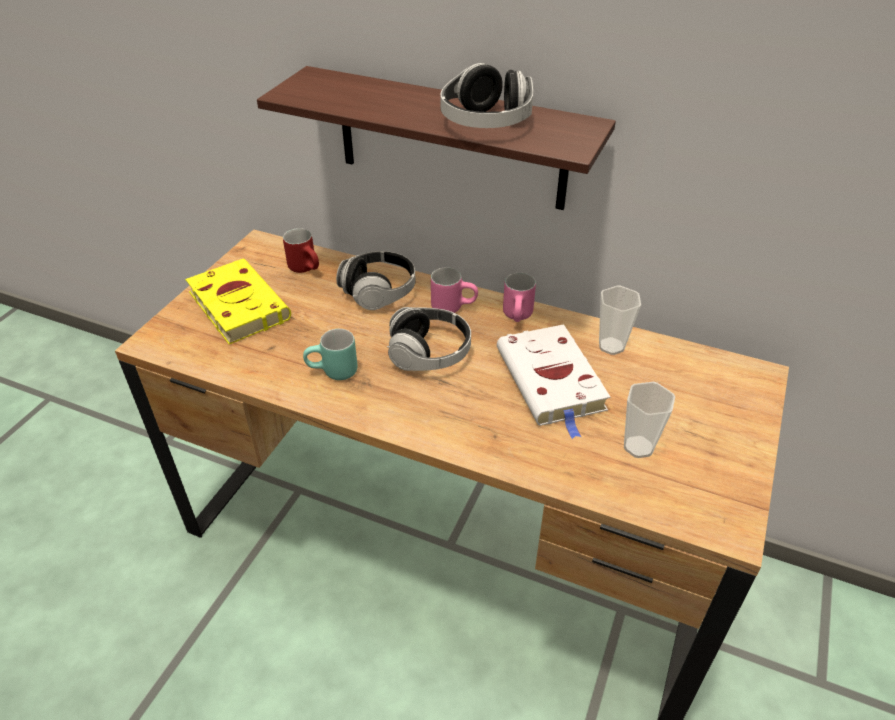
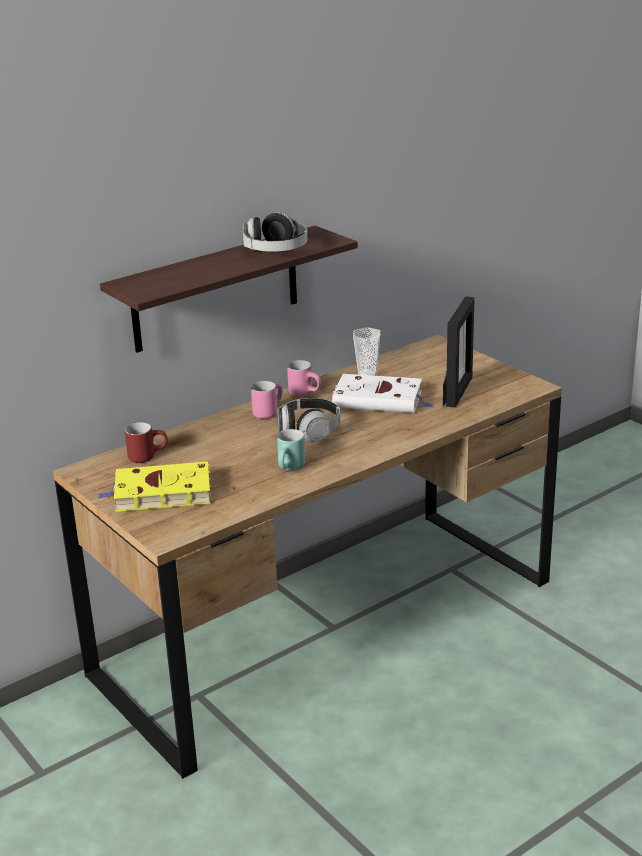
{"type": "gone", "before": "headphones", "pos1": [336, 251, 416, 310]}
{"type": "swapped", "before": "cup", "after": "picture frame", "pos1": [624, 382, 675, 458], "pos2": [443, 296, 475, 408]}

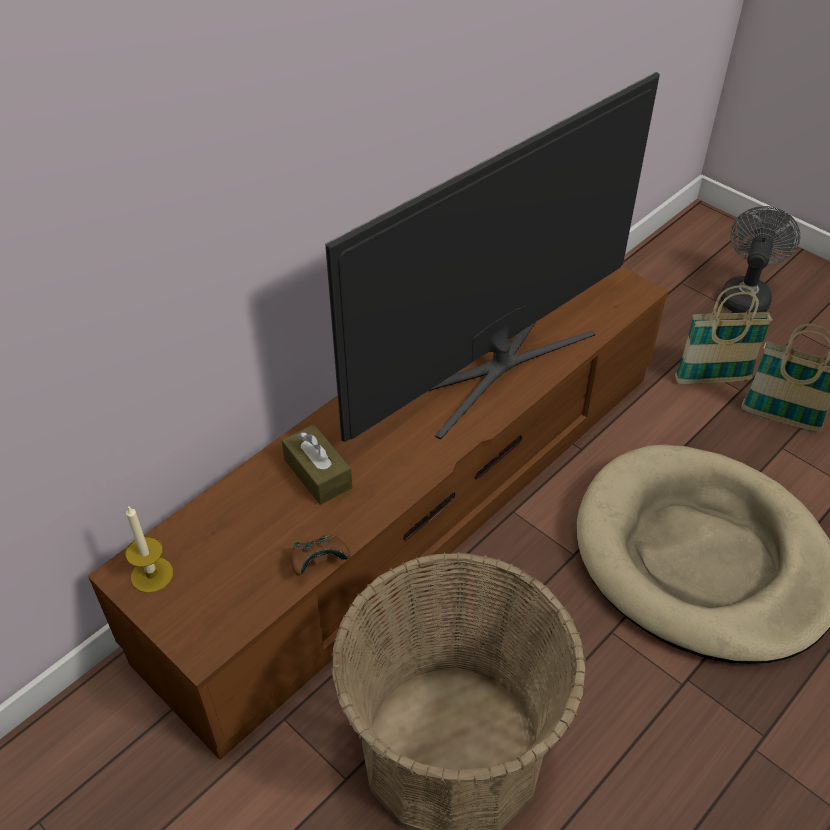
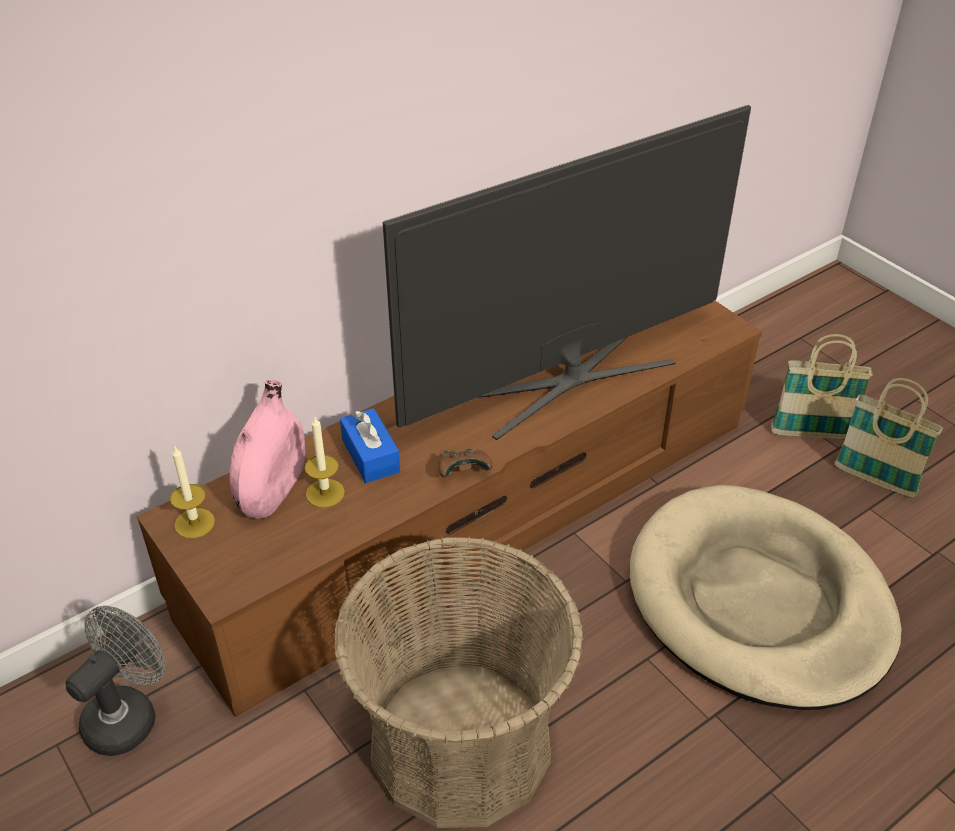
{"type": "repainted", "before": "tissue holder (brown)", "after": "tissue holder (blue)", "pos1": [282, 424, 352, 505], "pos2": [340, 408, 400, 483]}
{"type": "shifted", "before": "joypad (brown)", "pos1": [291, 535, 351, 576], "pos2": [438, 449, 493, 477]}
{"type": "shifted", "before": "fan (grey)", "pos1": [720, 206, 800, 313], "pos2": [65, 606, 165, 756]}
{"type": "new", "after": "flower vase (pink)", "pos2": [230, 380, 305, 519]}
{"type": "new", "after": "candle", "pos2": [305, 417, 345, 508]}

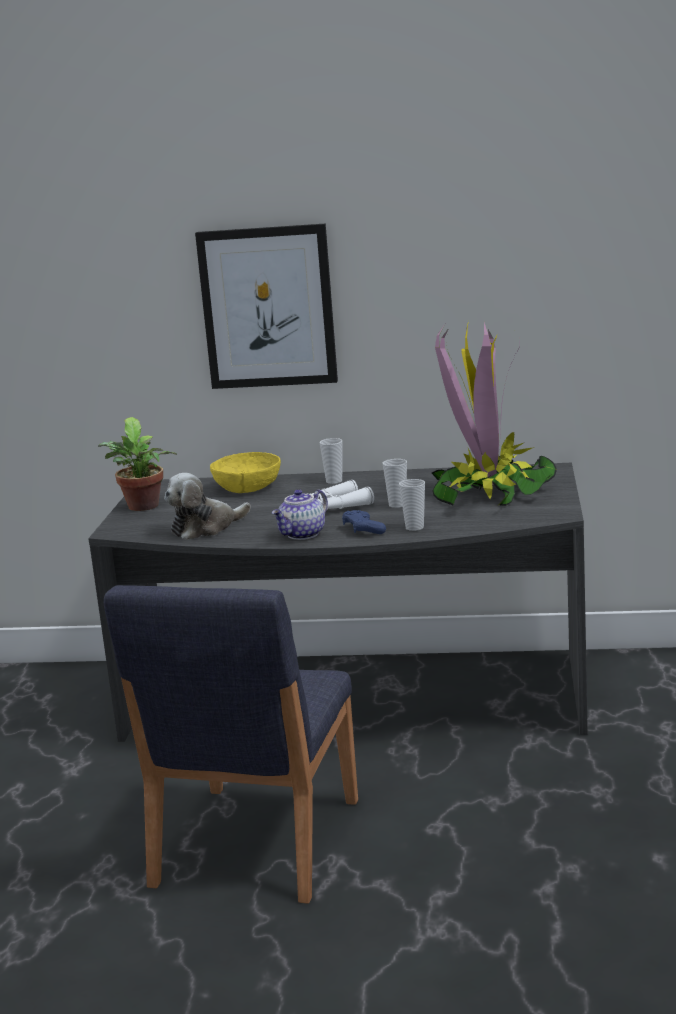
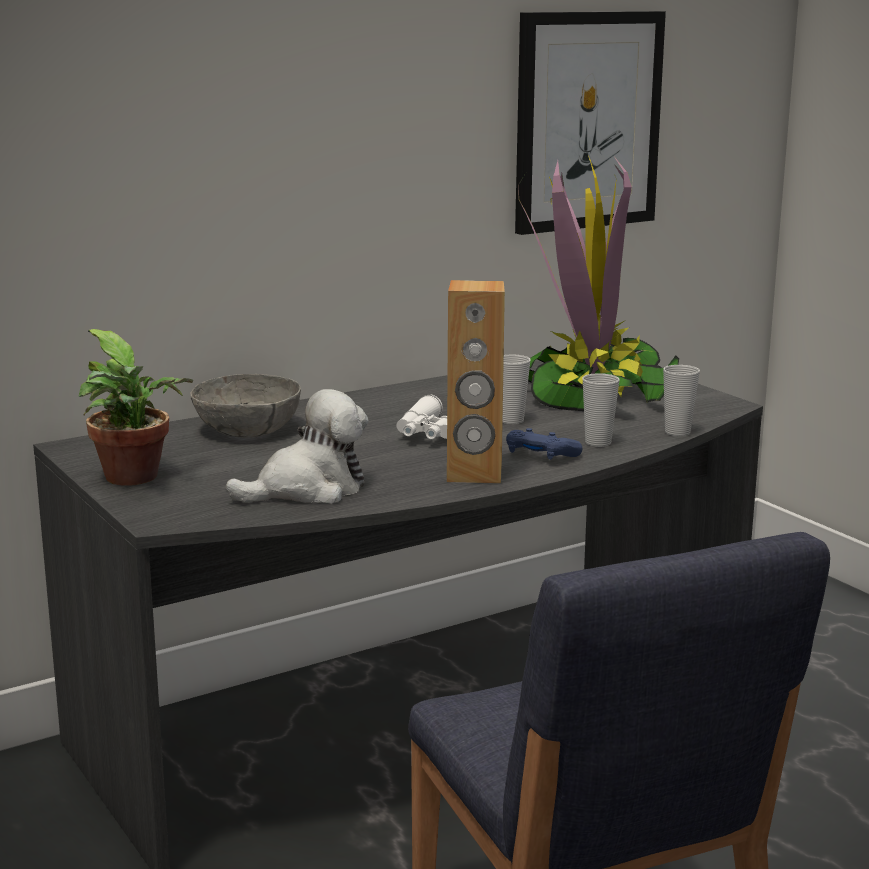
{"type": "rotated", "before": "soft toy", "pos1": [164, 473, 251, 540], "pos2": [226, 389, 368, 504], "turn": -135}
{"type": "shifted", "before": "wall picture", "pos1": [195, 223, 338, 389], "pos2": [515, 11, 666, 235]}
{"type": "repainted", "before": "bowl (yellow-coloured)", "after": "bowl (grey)", "pos1": [210, 452, 281, 493], "pos2": [190, 374, 301, 438]}
{"type": "swapped", "before": "teapot", "after": "loudspeaker (brown)", "pos1": [272, 489, 328, 540], "pos2": [447, 280, 505, 484]}
{"type": "shifted", "before": "cup", "pos1": [320, 438, 343, 484], "pos2": [663, 365, 700, 436]}

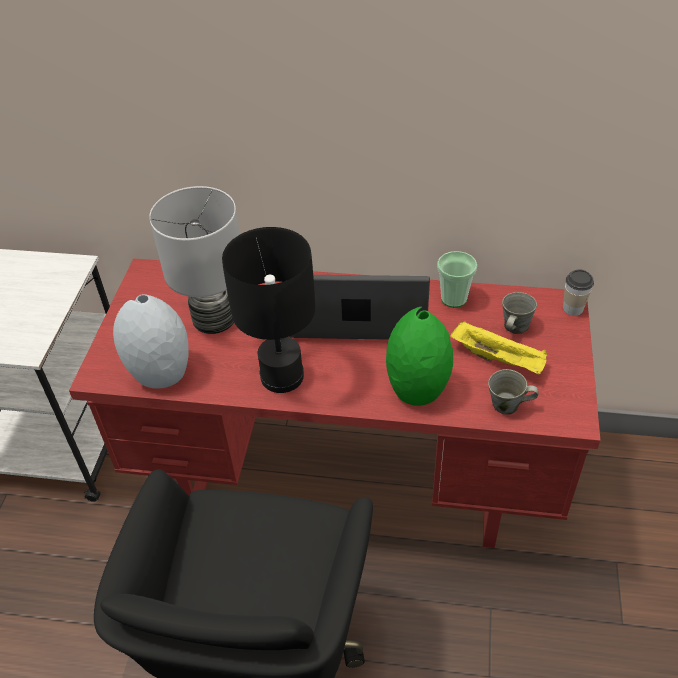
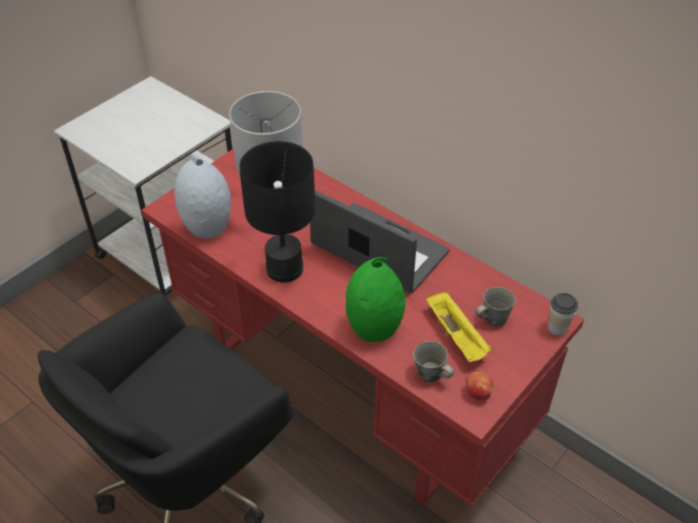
{"type": "gone", "before": "cup", "pos1": [437, 251, 477, 308]}
{"type": "new", "after": "apple", "pos2": [466, 372, 493, 400]}

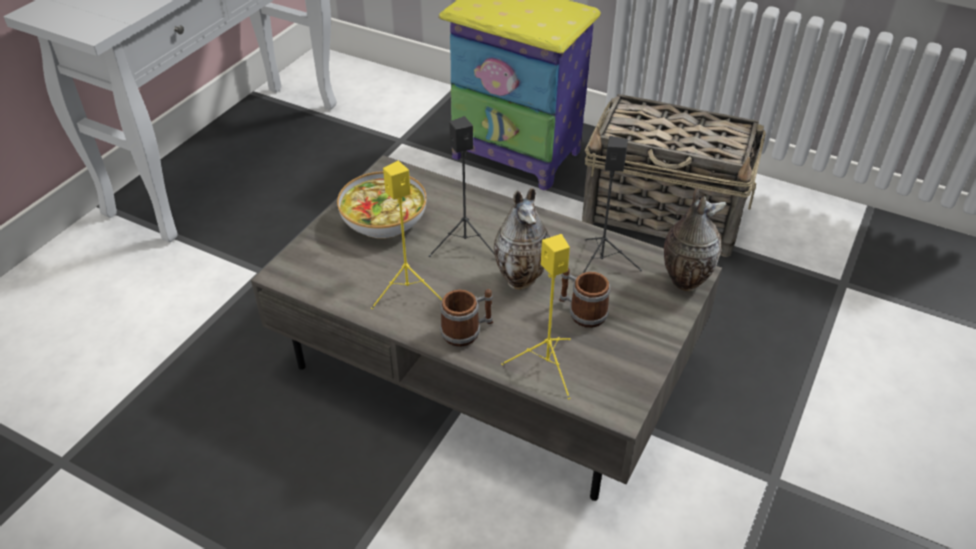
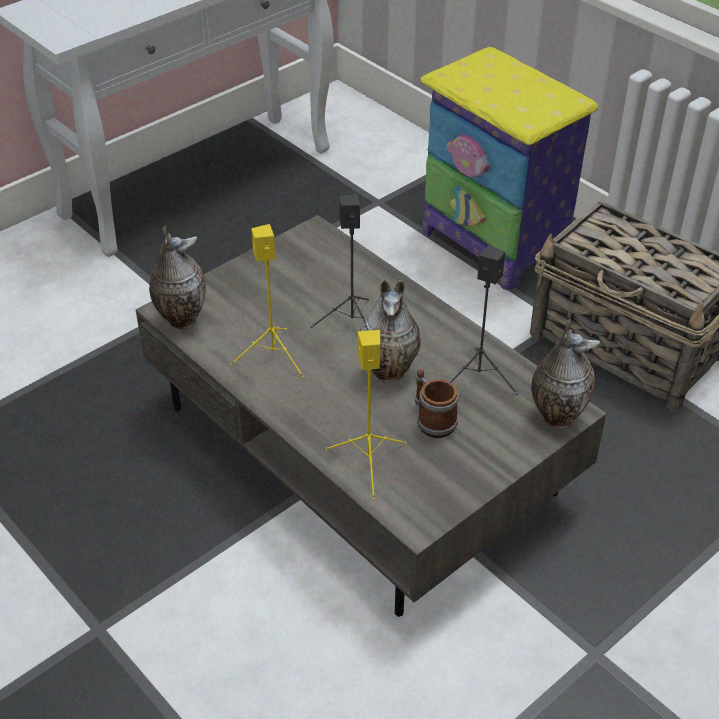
{"type": "gone", "before": "bowl", "pos1": [337, 171, 427, 238]}
{"type": "gone", "before": "mug", "pos1": [440, 289, 493, 347]}
{"type": "new", "after": "flower vase", "pos2": [149, 225, 206, 329]}

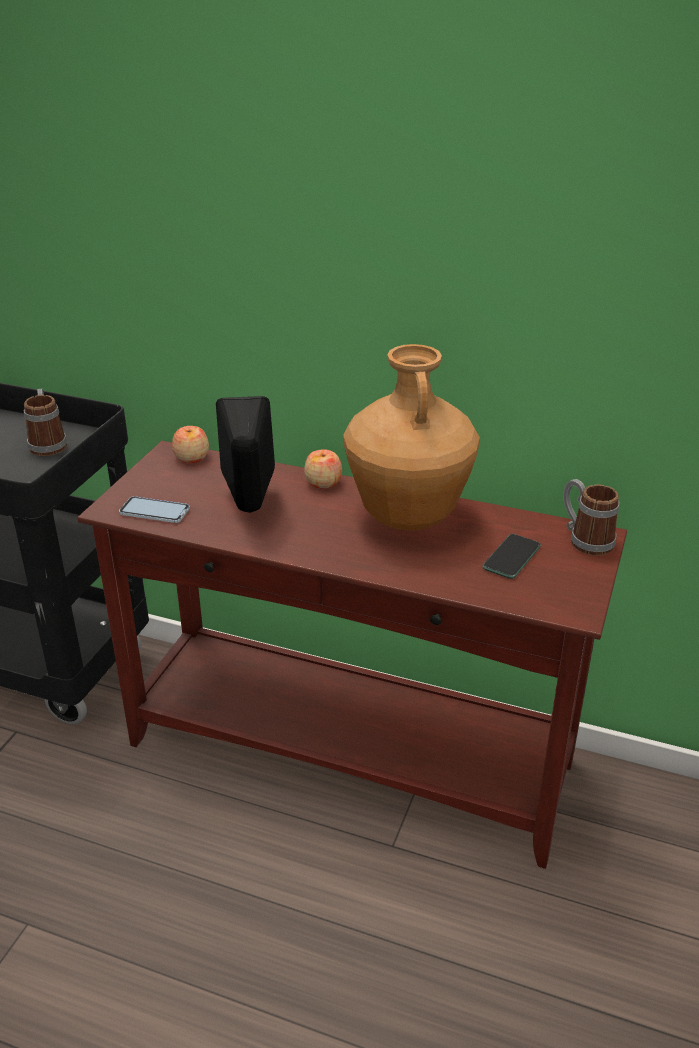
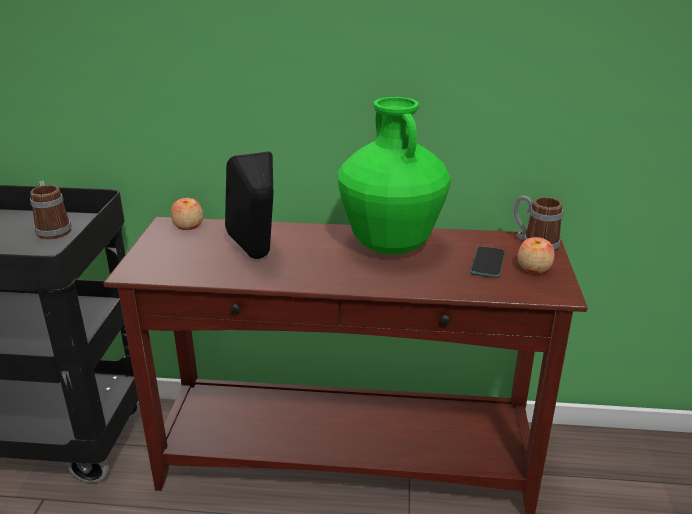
{"type": "gone", "before": "handset", "pos1": [119, 496, 190, 523]}
{"type": "shifted", "before": "apple", "pos1": [304, 449, 342, 489], "pos2": [518, 237, 555, 274]}
{"type": "repainted", "before": "flower vase (brown)", "after": "flower vase (green-coloured)", "pos1": [343, 344, 480, 531], "pos2": [338, 97, 451, 255]}

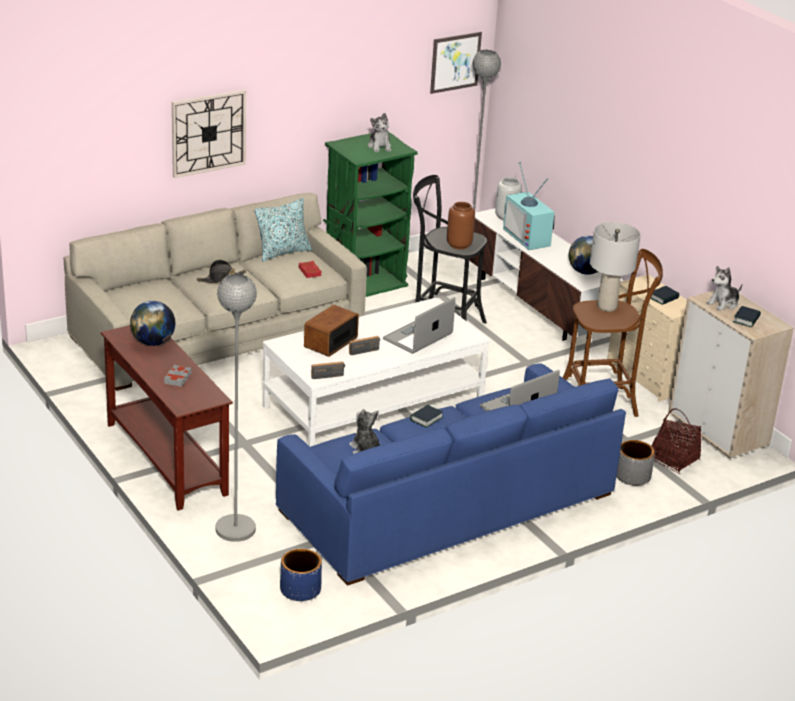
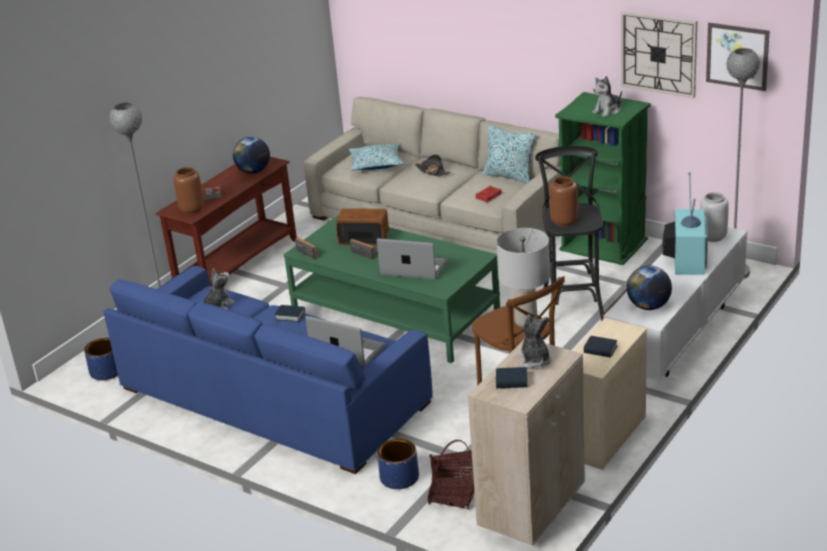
{"type": "shifted", "before": "wall clock", "pos1": [172, 90, 246, 178], "pos2": [621, 11, 697, 99]}
{"type": "repainted", "before": "low table (white)", "after": "low table (green-coloured)", "pos1": [262, 298, 490, 447], "pos2": [284, 215, 500, 363]}
{"type": "rotated", "before": "TV set", "pos1": [503, 162, 555, 250], "pos2": [663, 172, 708, 275], "turn": 150}
{"type": "repainted", "before": "planter (grey)", "after": "planter (blue)", "pos1": [616, 440, 655, 486], "pos2": [377, 439, 419, 489]}
{"type": "rotated", "before": "soft toy", "pos1": [706, 266, 742, 311], "pos2": [519, 315, 551, 369], "turn": 45}
{"type": "new", "after": "flower vase (brown)", "pos2": [173, 167, 204, 214]}
{"type": "new", "after": "pillow", "pos2": [349, 143, 404, 171]}

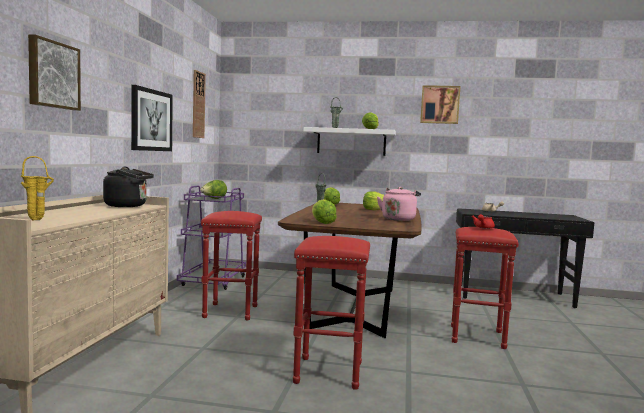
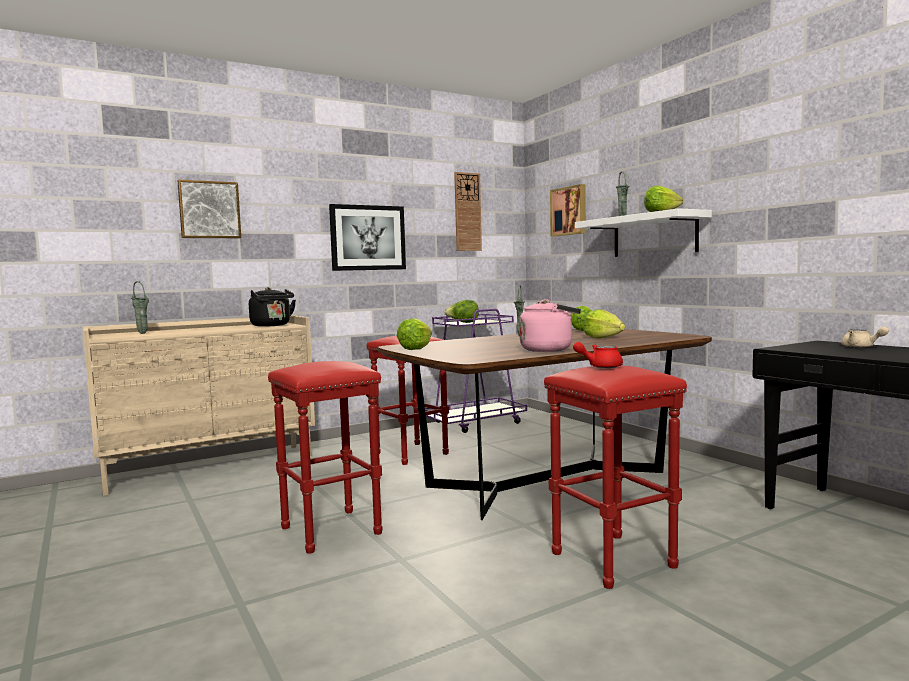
{"type": "repainted", "before": "flower vase (yellow-coloured)", "after": "flower vase (green-coloured)", "pos1": [21, 156, 54, 220], "pos2": [131, 281, 149, 334]}
{"type": "shifted", "before": "wall picture", "pos1": [420, 85, 461, 124], "pos2": [550, 184, 586, 236]}

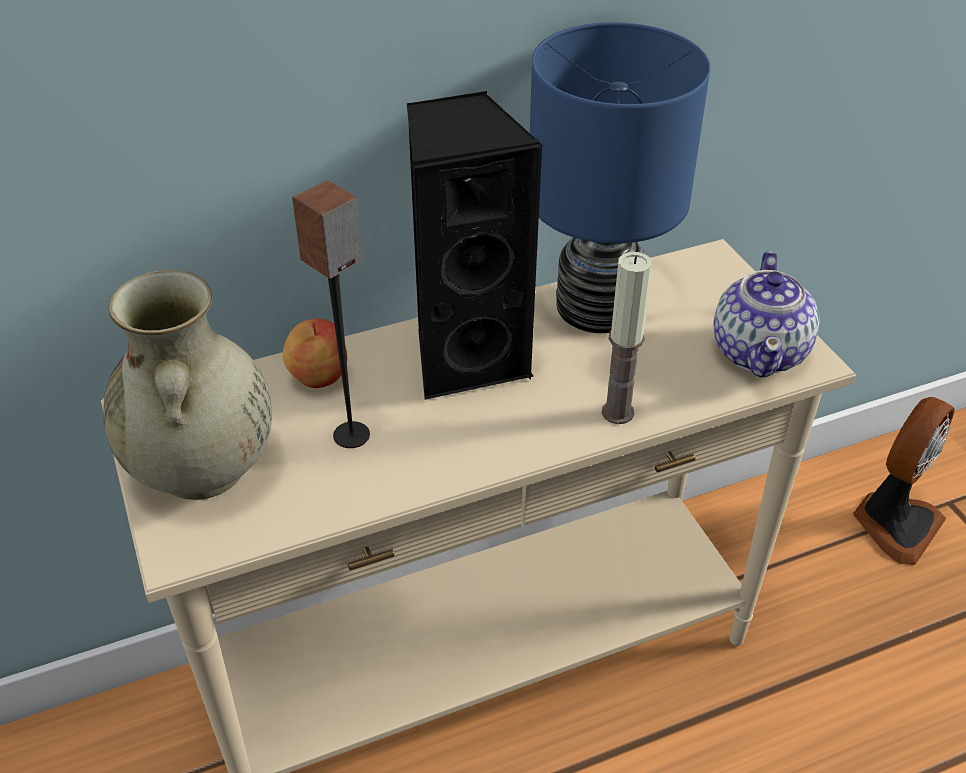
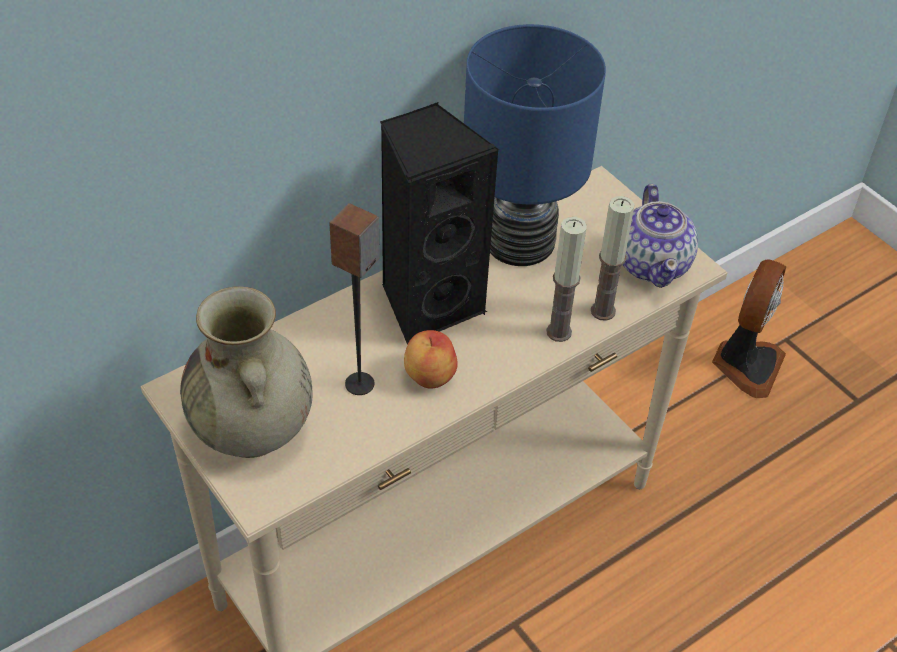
{"type": "shifted", "before": "apple", "pos1": [283, 319, 347, 388], "pos2": [404, 330, 458, 389]}
{"type": "new", "after": "candle", "pos2": [591, 196, 635, 321]}

